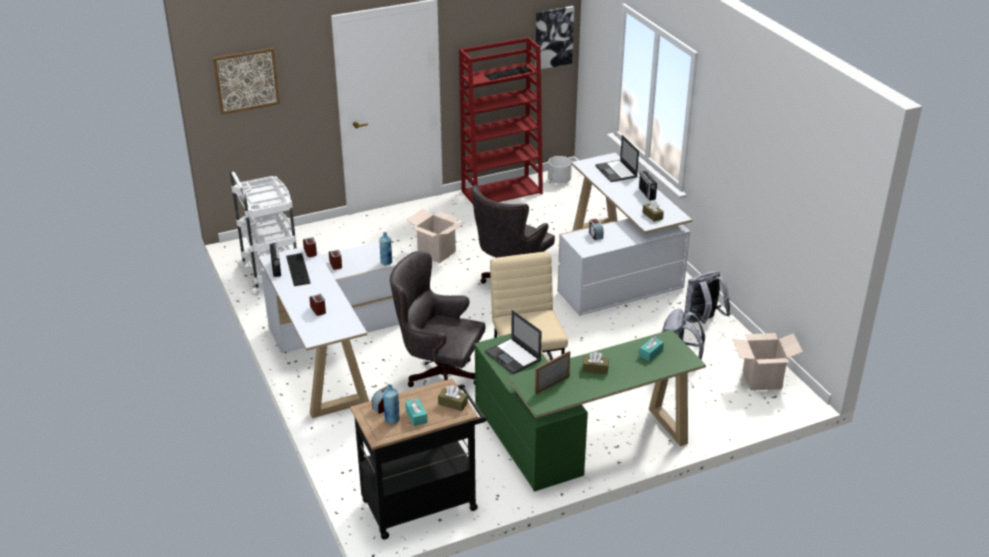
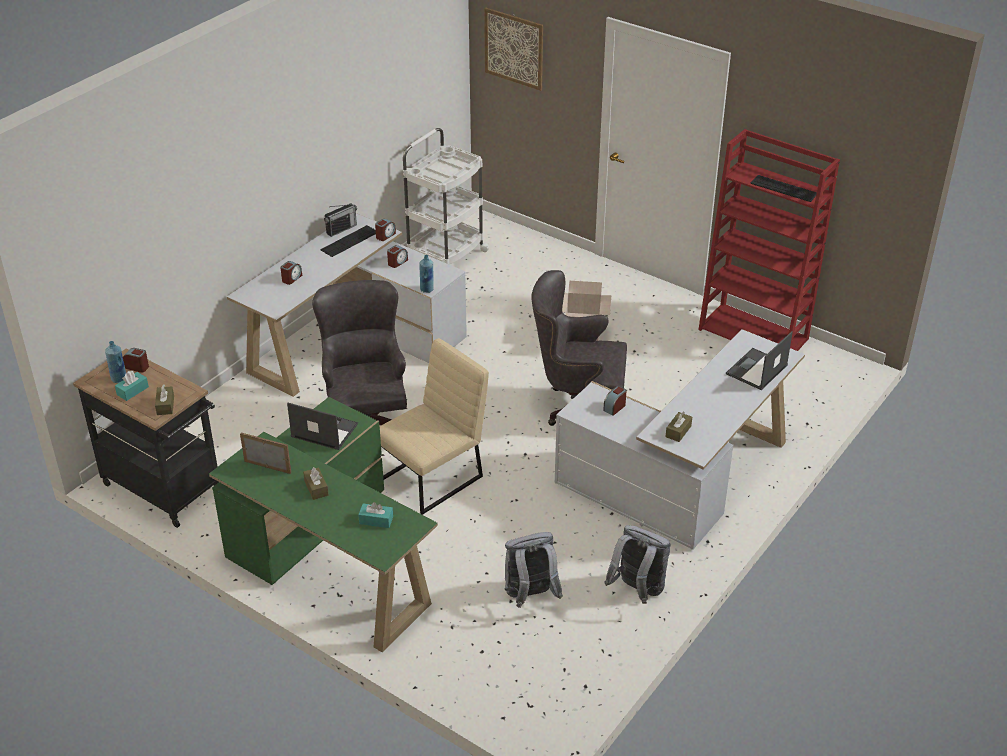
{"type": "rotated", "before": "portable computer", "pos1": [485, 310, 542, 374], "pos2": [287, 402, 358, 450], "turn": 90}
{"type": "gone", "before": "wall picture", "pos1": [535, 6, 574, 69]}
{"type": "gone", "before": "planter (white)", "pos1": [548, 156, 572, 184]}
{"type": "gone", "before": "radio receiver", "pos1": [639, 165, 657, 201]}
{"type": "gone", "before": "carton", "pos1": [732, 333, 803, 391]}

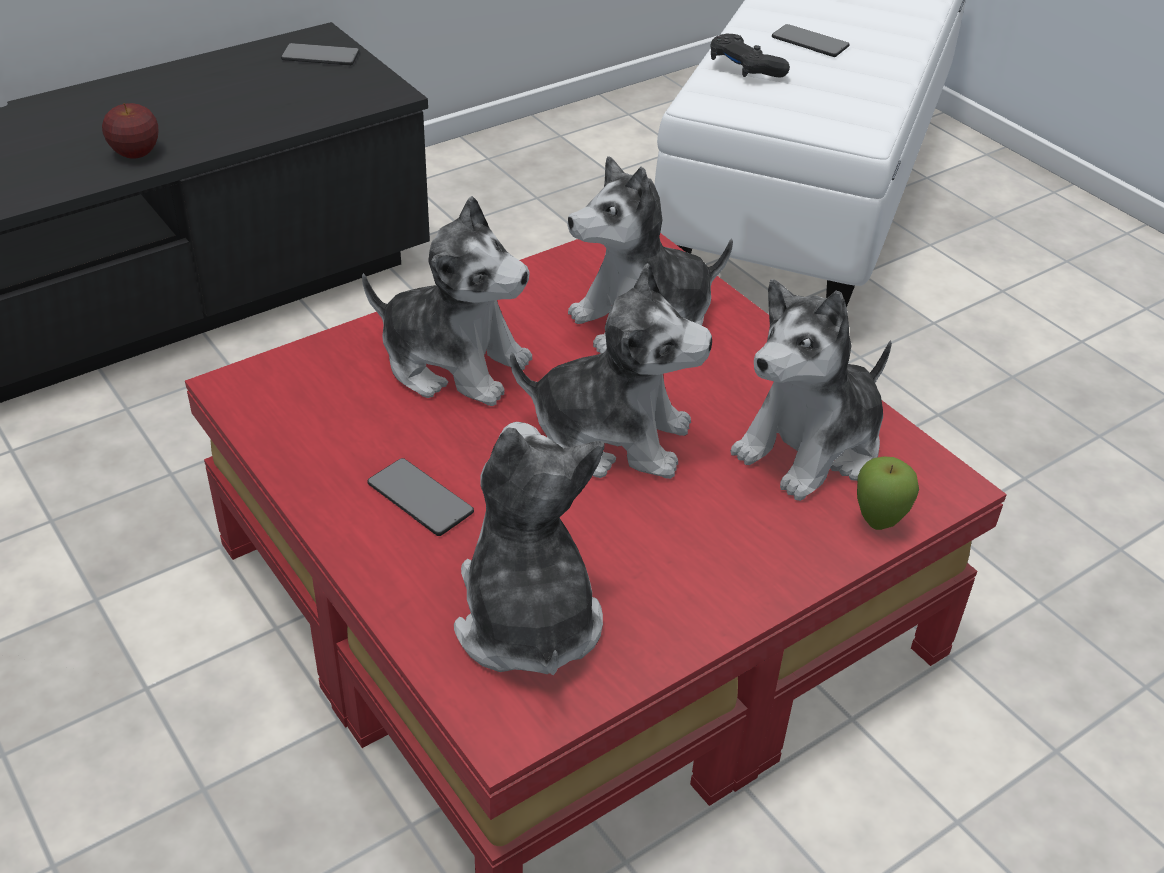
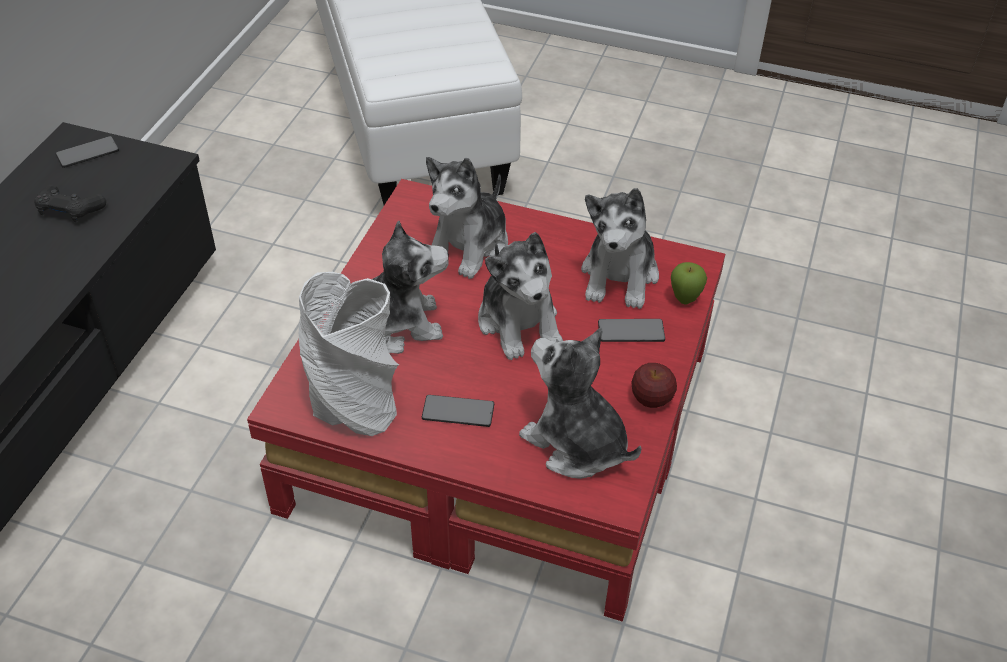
{"type": "shifted", "before": "apple", "pos1": [102, 103, 158, 159], "pos2": [631, 363, 677, 408]}
{"type": "rotated", "before": "soft toy", "pos1": [510, 263, 712, 479], "pos2": [478, 232, 563, 360], "turn": 90}
{"type": "shifted", "before": "joypad (blackish)", "pos1": [711, 34, 790, 77], "pos2": [34, 185, 106, 222]}
{"type": "shifted", "before": "handset", "pos1": [772, 24, 849, 57], "pos2": [598, 319, 665, 342]}
{"type": "new", "after": "flower vase (grey)", "pos2": [299, 272, 399, 436]}

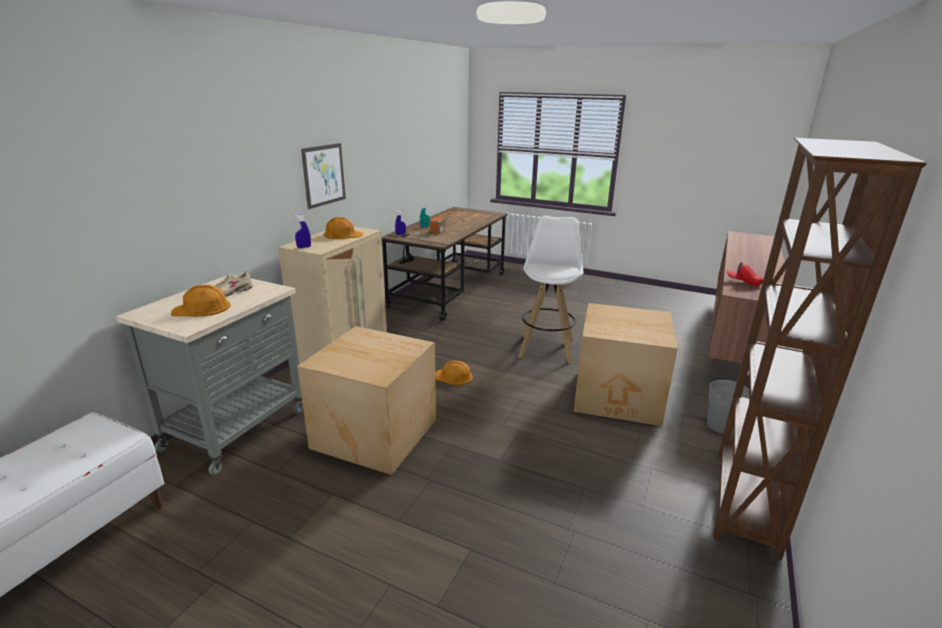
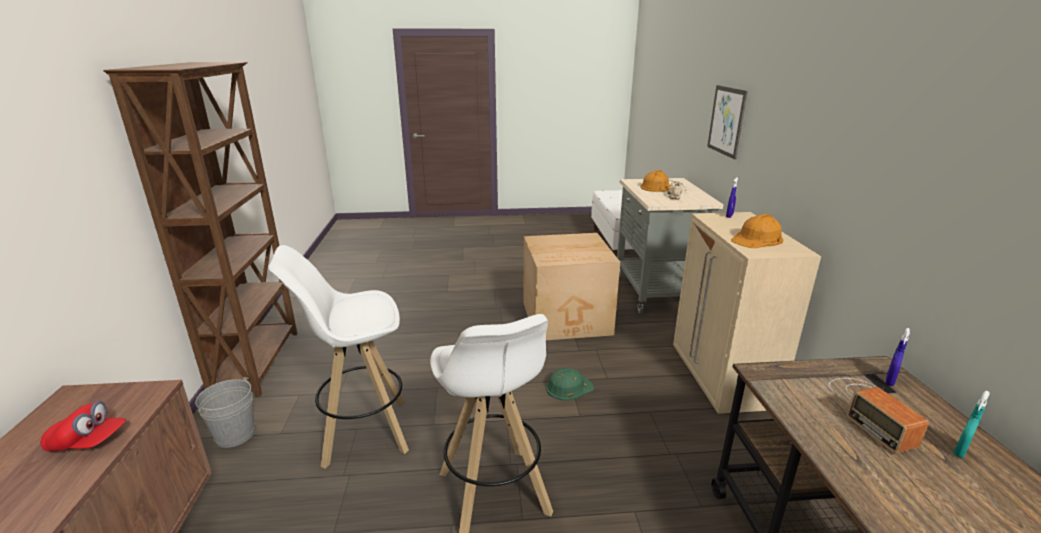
{"type": "shifted", "before": "wall picture", "pos1": [301, 143, 346, 209], "pos2": [707, 85, 748, 159]}
{"type": "repainted", "before": "hard hat (orange-coloured)", "after": "hard hat (green-coloured)", "pos1": [435, 361, 472, 385], "pos2": [546, 368, 594, 401]}
{"type": "swapped", "before": "carton", "after": "sitting stool (white)", "pos1": [574, 303, 678, 426], "pos2": [268, 245, 409, 469]}

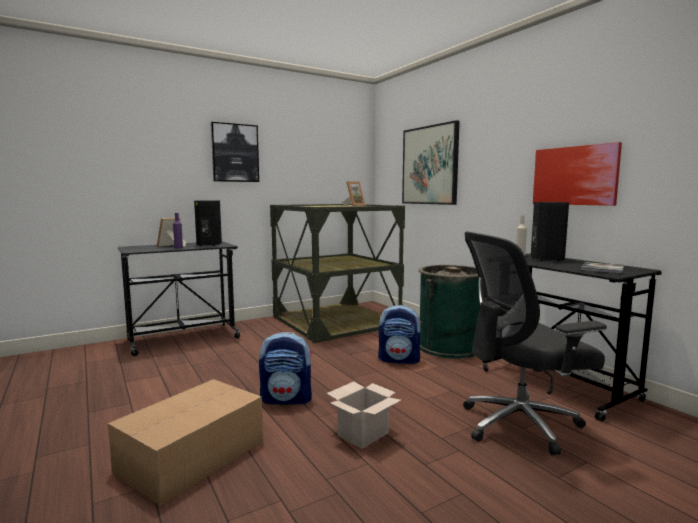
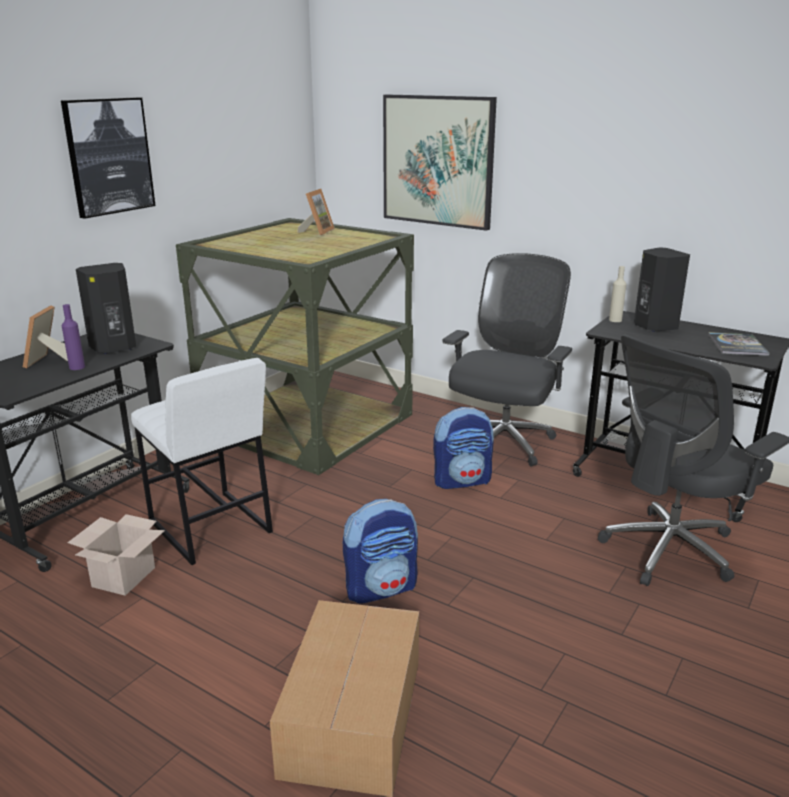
{"type": "shifted", "before": "carton", "pos1": [327, 382, 401, 449], "pos2": [67, 514, 165, 596]}
{"type": "swapped", "before": "waste bin (green-coloured)", "after": "office chair", "pos1": [419, 265, 480, 359], "pos2": [442, 253, 572, 467]}
{"type": "gone", "before": "wall picture", "pos1": [533, 142, 622, 206]}
{"type": "new", "after": "sitting stool (white)", "pos2": [131, 358, 273, 565]}

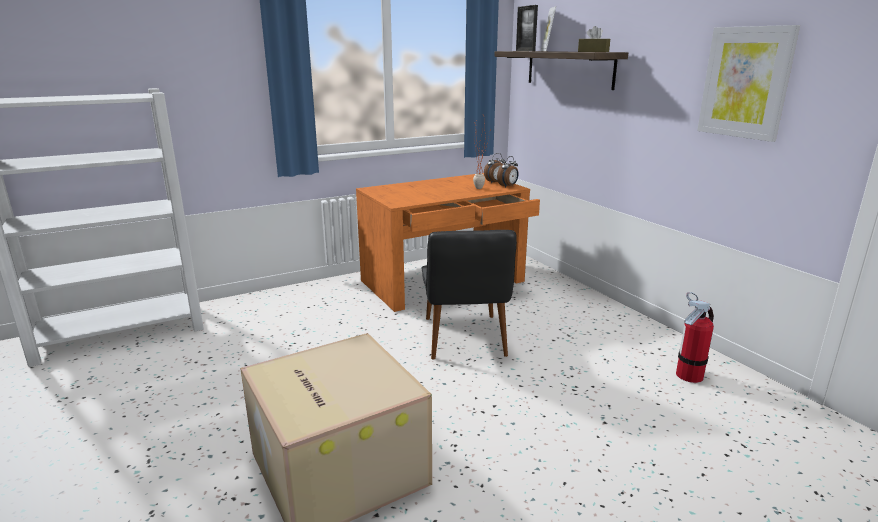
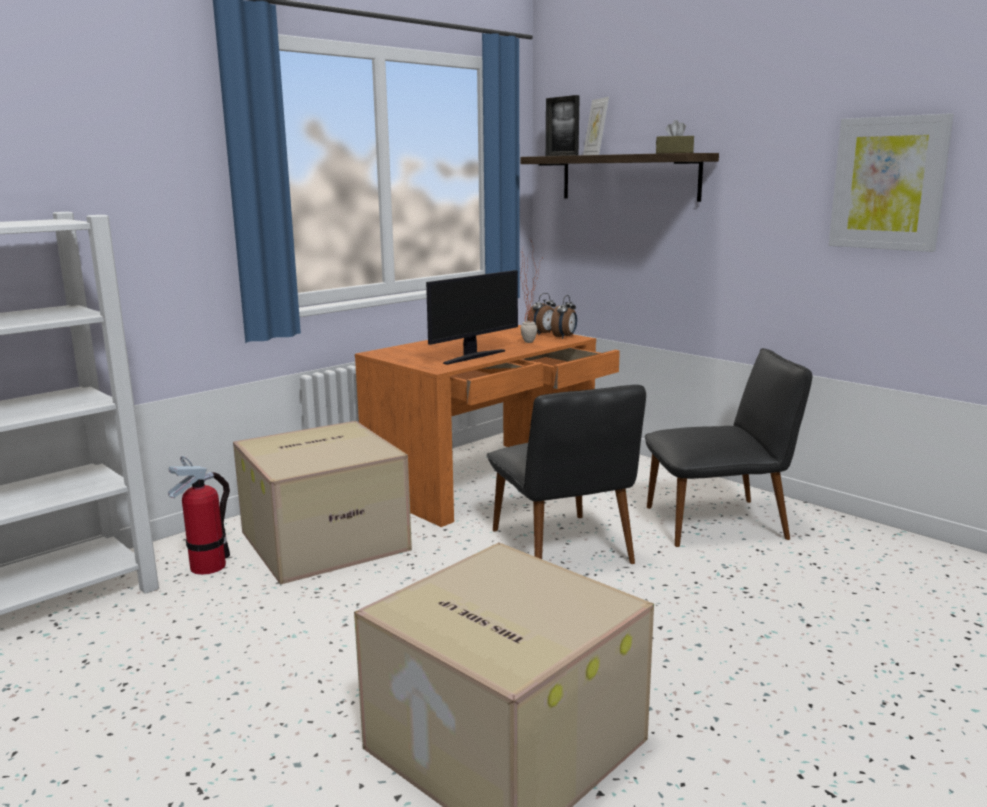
{"type": "shifted", "before": "fire extinguisher", "pos1": [676, 292, 714, 383], "pos2": [168, 456, 230, 575]}
{"type": "new", "after": "carton", "pos2": [233, 421, 412, 585]}
{"type": "new", "after": "monitor", "pos2": [426, 270, 518, 365]}
{"type": "new", "after": "chair (blackish)", "pos2": [645, 348, 812, 547]}

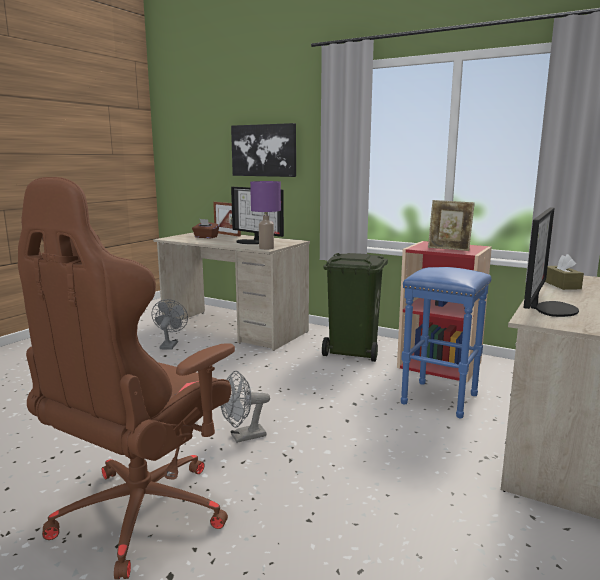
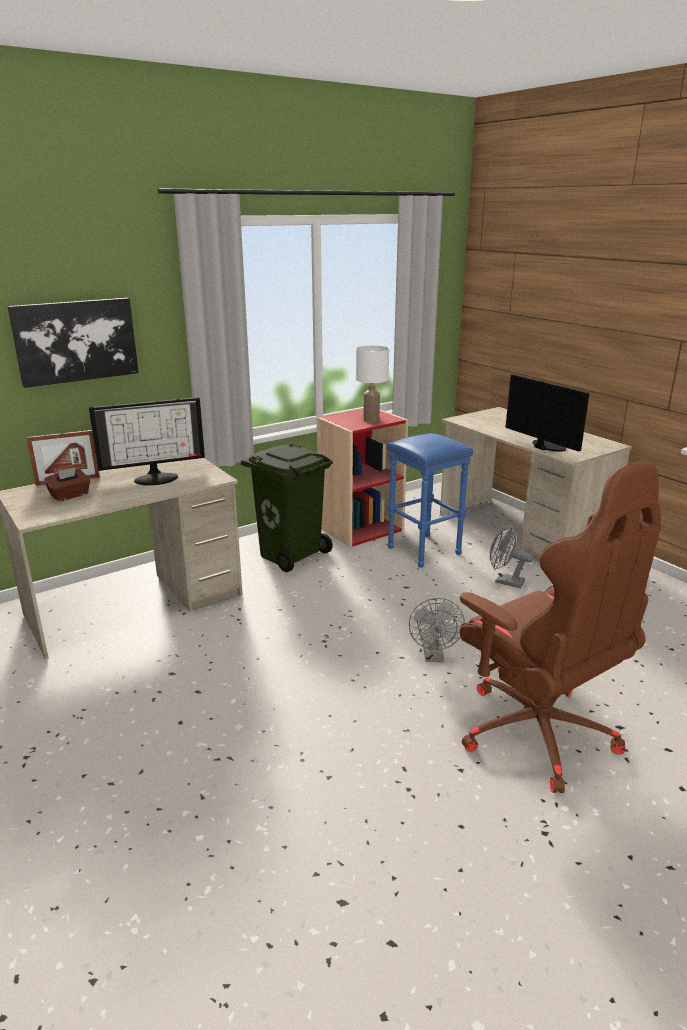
{"type": "shifted", "before": "fan (grey)", "pos1": [152, 299, 188, 350], "pos2": [490, 527, 533, 588]}
{"type": "gone", "before": "tabletop lamp (purple-coloured)", "pos1": [250, 181, 281, 250]}
{"type": "swapped", "before": "picture frame", "after": "tabletop lamp (white)", "pos1": [428, 200, 475, 251], "pos2": [356, 345, 389, 422]}
{"type": "gone", "before": "tissue holder (brown)", "pos1": [545, 254, 584, 290]}

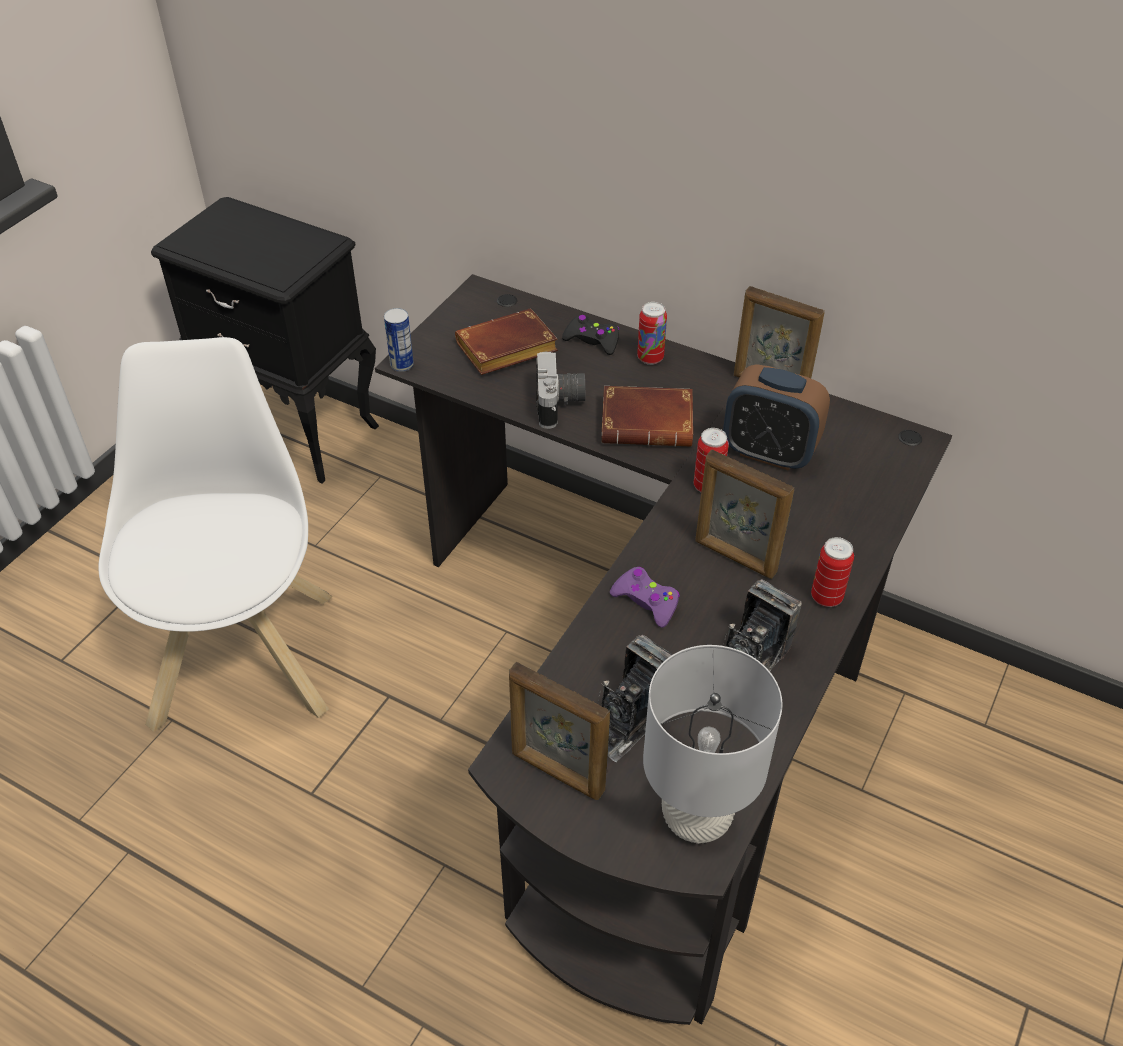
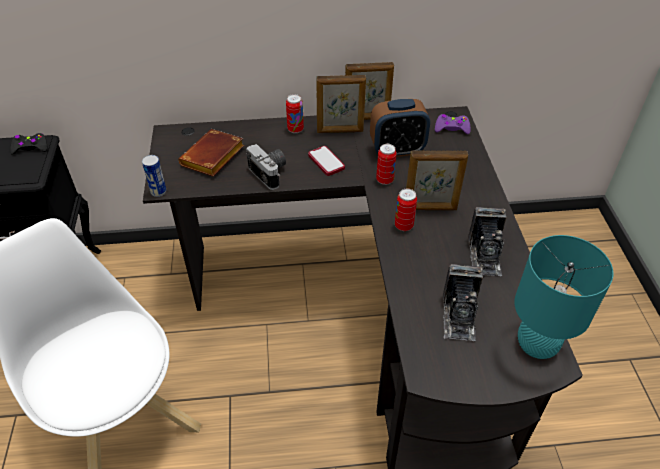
{"type": "shifted", "before": "picture frame", "pos1": [509, 662, 610, 800], "pos2": [316, 75, 366, 133]}
{"type": "shifted", "before": "joypad (blackish)", "pos1": [562, 315, 619, 355], "pos2": [9, 133, 48, 155]}
{"type": "swapped", "before": "bound book (brown)", "after": "handset", "pos1": [601, 386, 693, 447], "pos2": [308, 146, 345, 176]}
{"type": "shifted", "before": "joypad (purple-coloured)", "pos1": [610, 567, 680, 628], "pos2": [435, 114, 471, 134]}
{"type": "repainted", "before": "tabletop lamp (grey)", "after": "tabletop lamp (blue-green)", "pos1": [643, 645, 783, 844], "pos2": [514, 235, 614, 359]}
{"type": "shifted", "before": "metal can", "pos1": [811, 537, 854, 607], "pos2": [395, 189, 417, 231]}

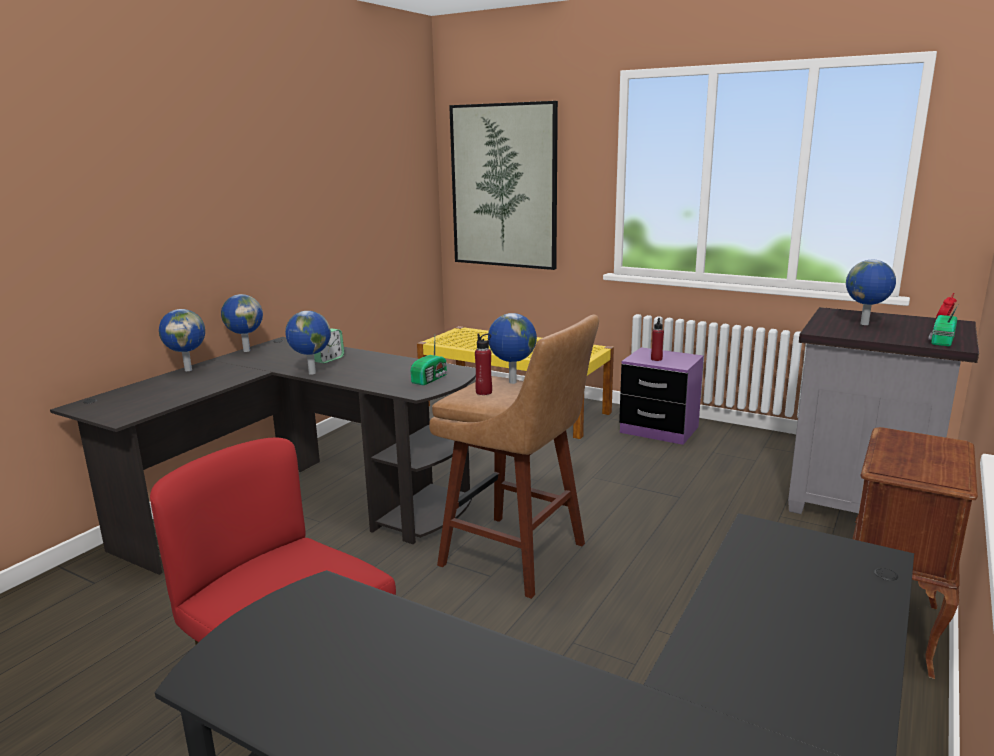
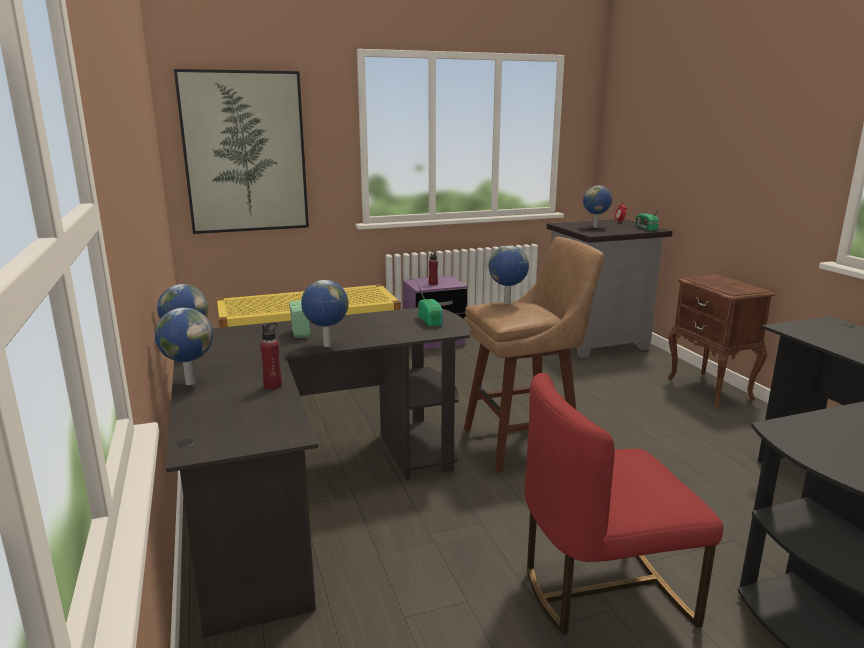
{"type": "shifted", "before": "beverage bottle (red)", "pos1": [475, 333, 492, 395], "pos2": [260, 322, 282, 390]}

